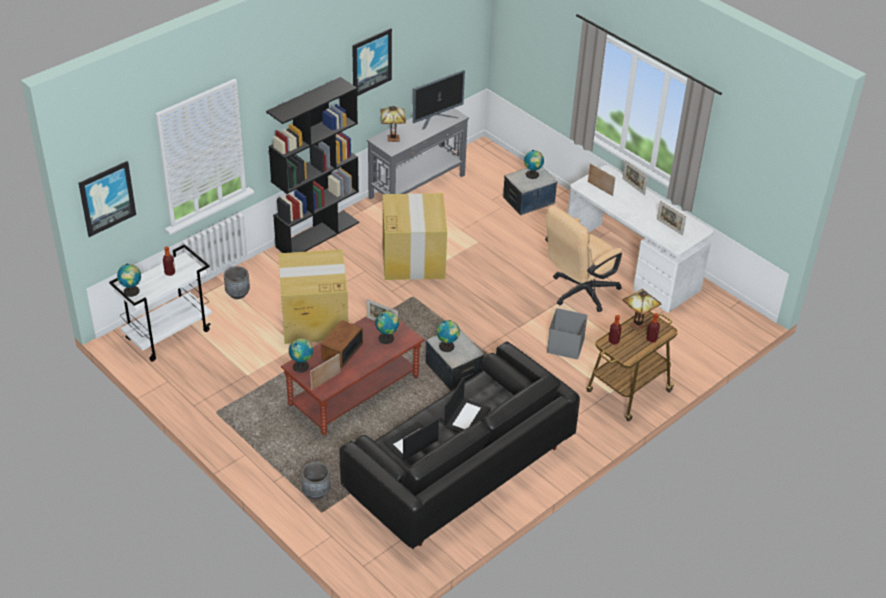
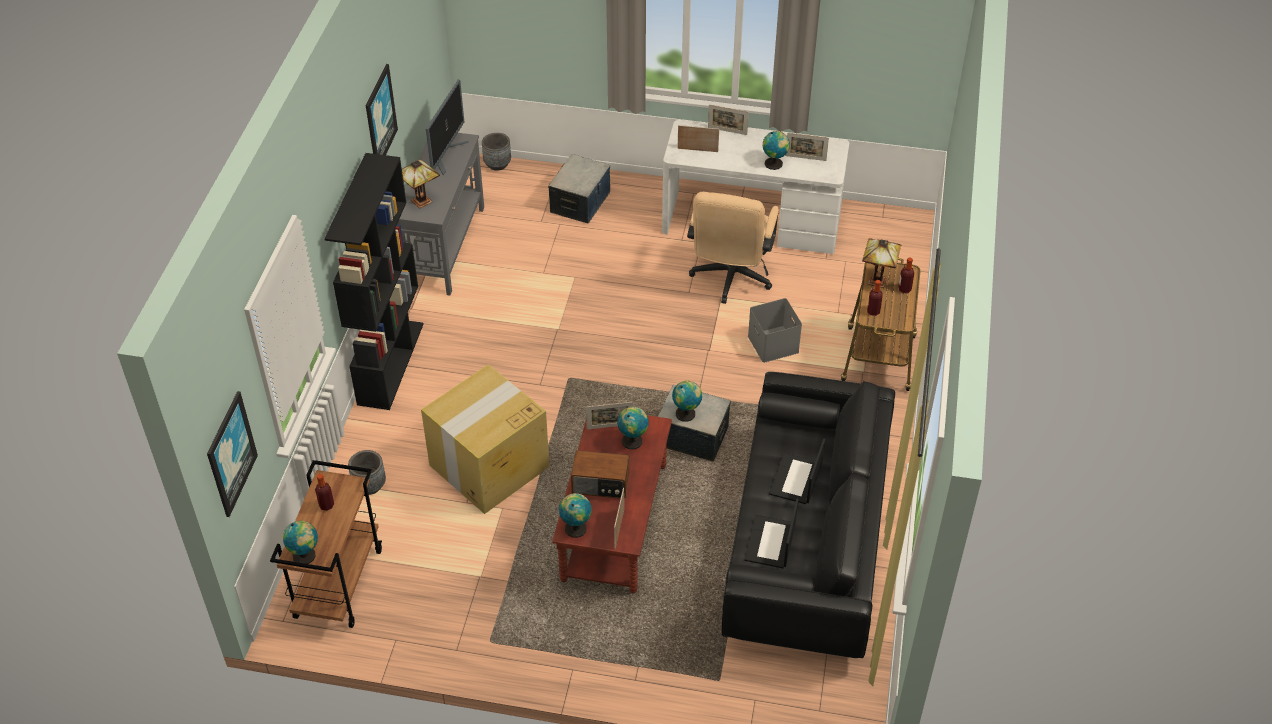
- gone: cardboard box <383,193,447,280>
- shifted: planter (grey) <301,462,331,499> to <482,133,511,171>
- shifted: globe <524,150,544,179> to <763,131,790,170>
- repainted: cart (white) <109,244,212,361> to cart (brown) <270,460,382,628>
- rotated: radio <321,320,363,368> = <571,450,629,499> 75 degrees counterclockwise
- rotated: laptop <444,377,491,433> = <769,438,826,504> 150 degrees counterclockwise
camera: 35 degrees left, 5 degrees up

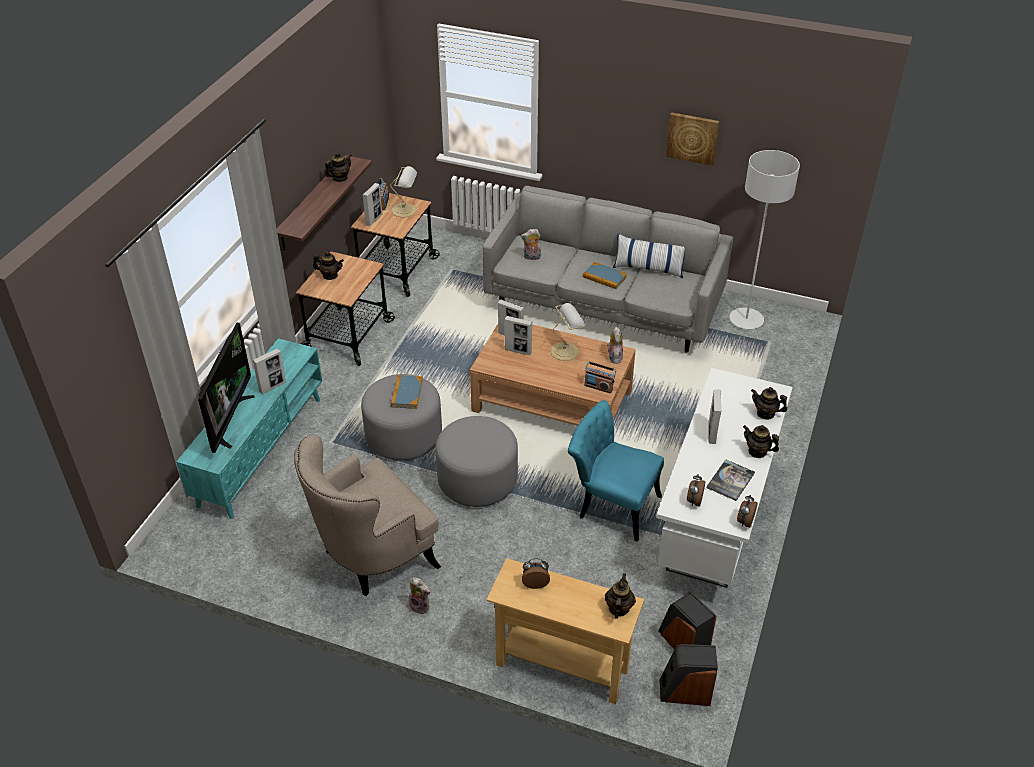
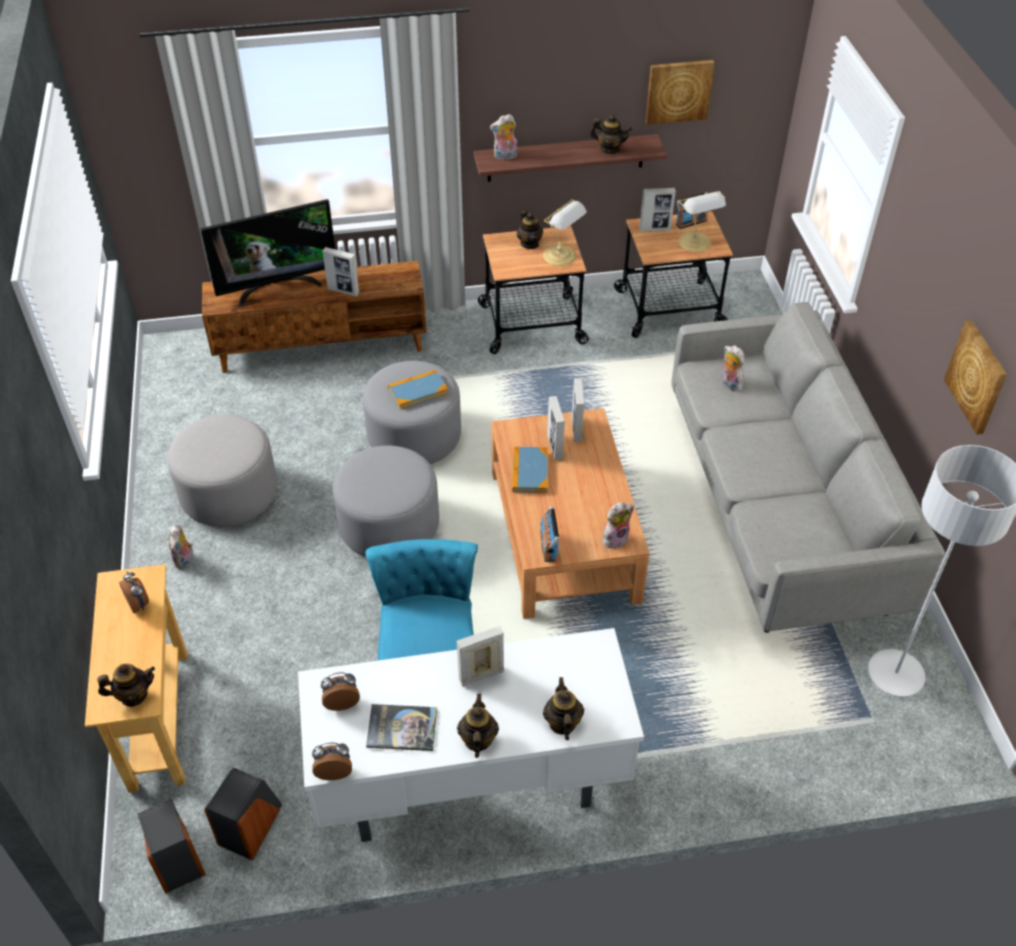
- gone: pillow <613,234,685,278>
- new: plush toy <490,114,517,160>
- new: picture <645,60,715,125>
- shifted: table lamp <551,303,585,361> to <543,200,587,266>
- shifted: book <583,262,627,289> to <512,447,548,493>
- swapped: armchair (beige) <294,435,441,596> to ottoman (grey) <167,415,278,527>
- repainted: tv stand (turquoise) <176,338,322,519> to tv stand (brown) <202,261,427,373>
camera: 60 degrees right, 5 degrees up

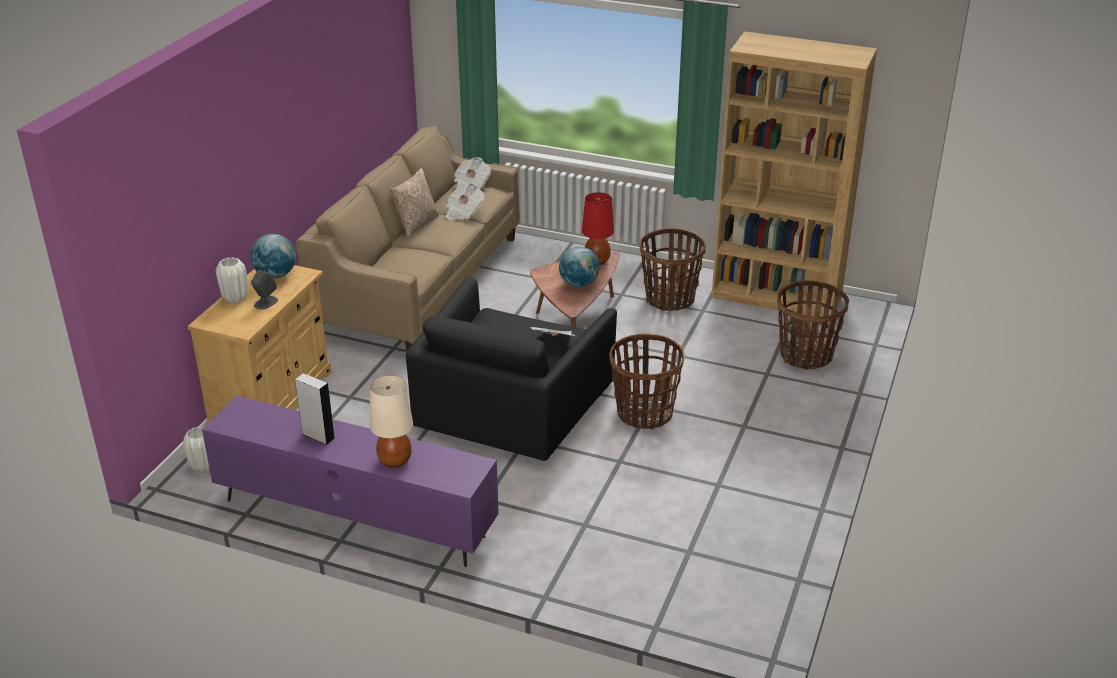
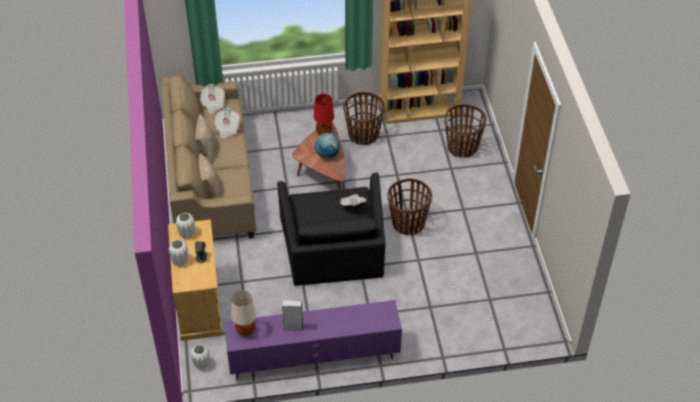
- new: pillow <199,154,220,198>
- shifted: table lamp (beige) <370,375,413,468> to <231,291,256,336>
- swapped: globe <250,234,296,279> to vase (white) <176,212,195,239>
camera: 30 degrees left, 15 degrees up

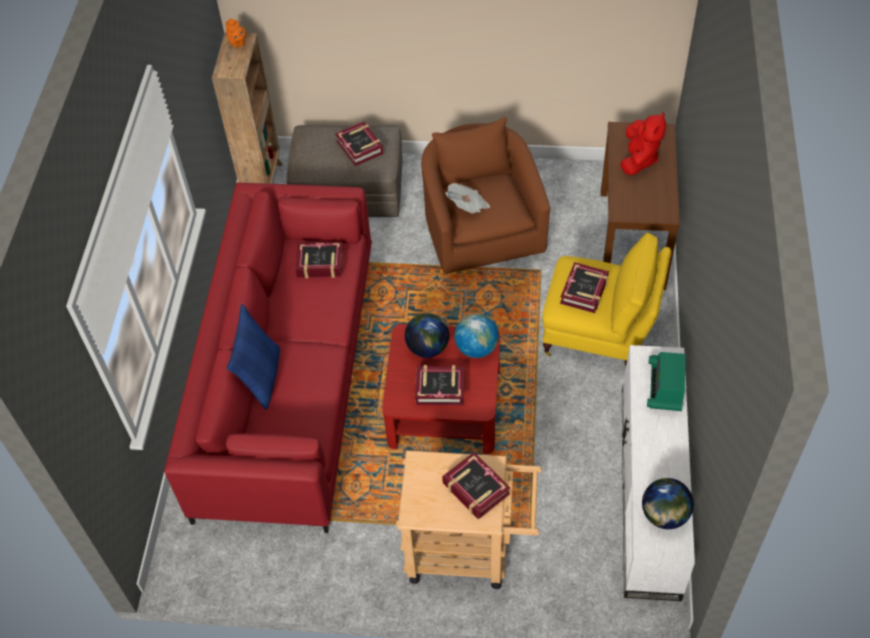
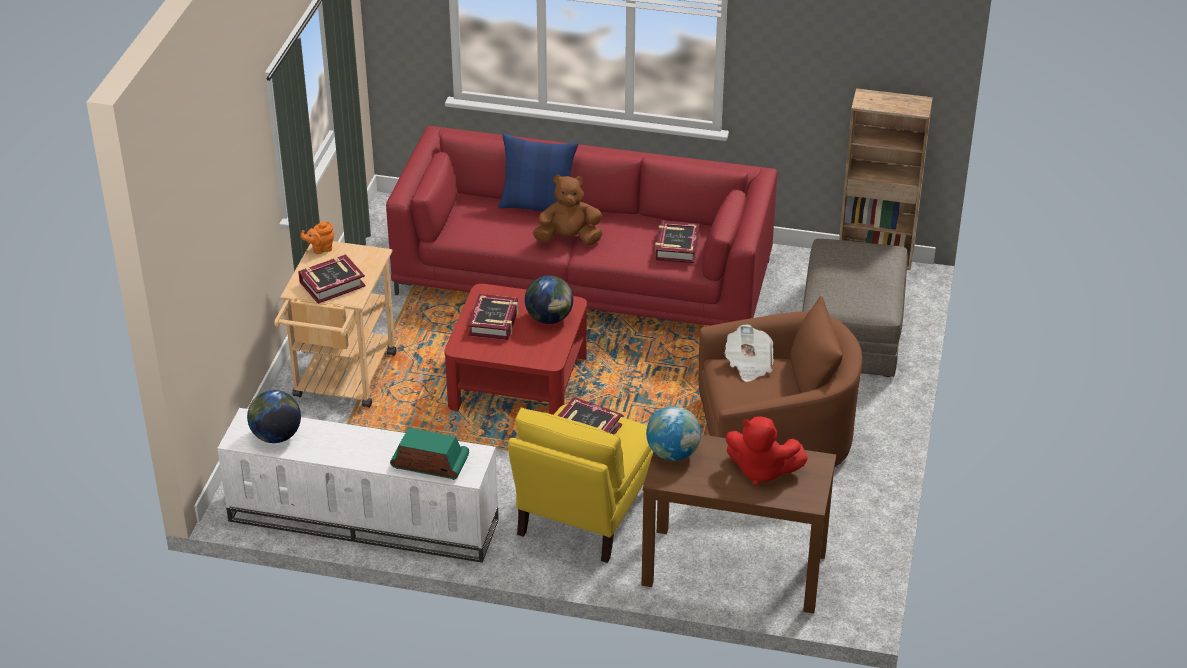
- gone: book <335,121,384,166>
- new: plush toy (brown) <533,175,602,245>
- shifted: teapot (orange) <225,18,246,48> to <301,221,334,254>
- shifted: globe <454,313,499,358> to <646,406,701,461>
camera: 95 degrees right, 15 degrees down

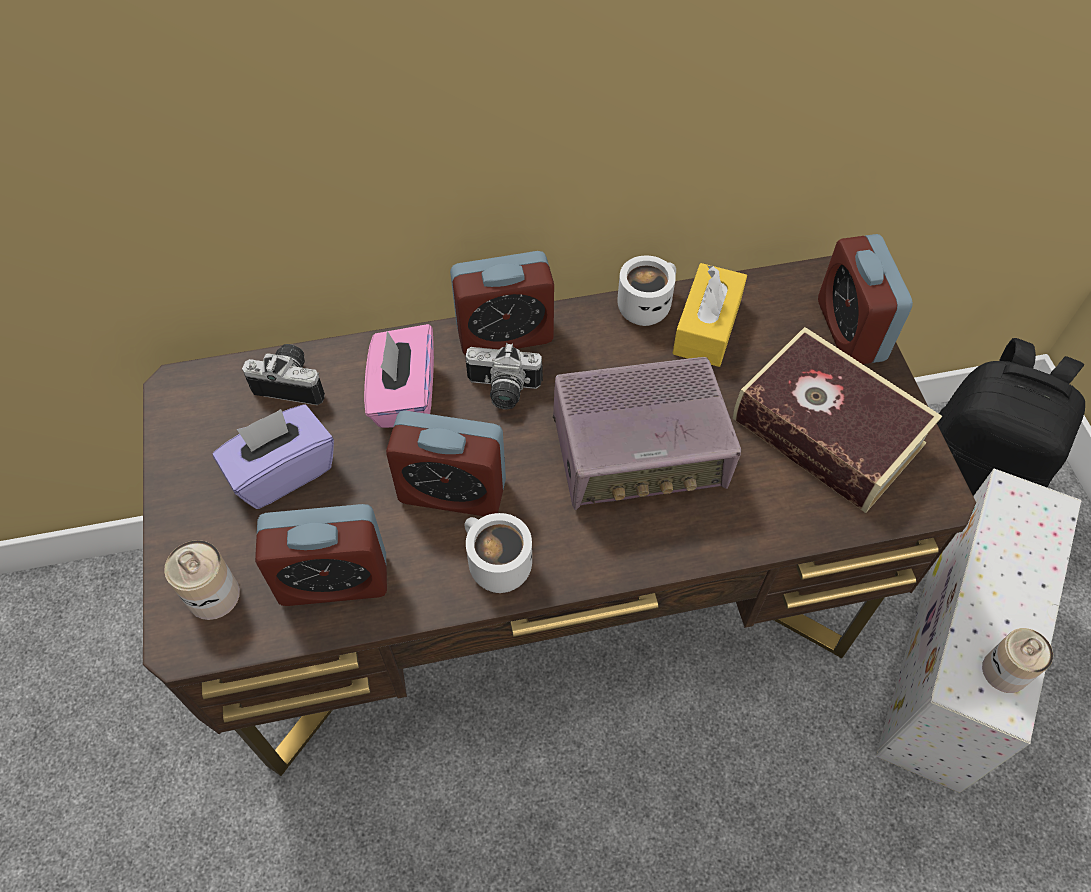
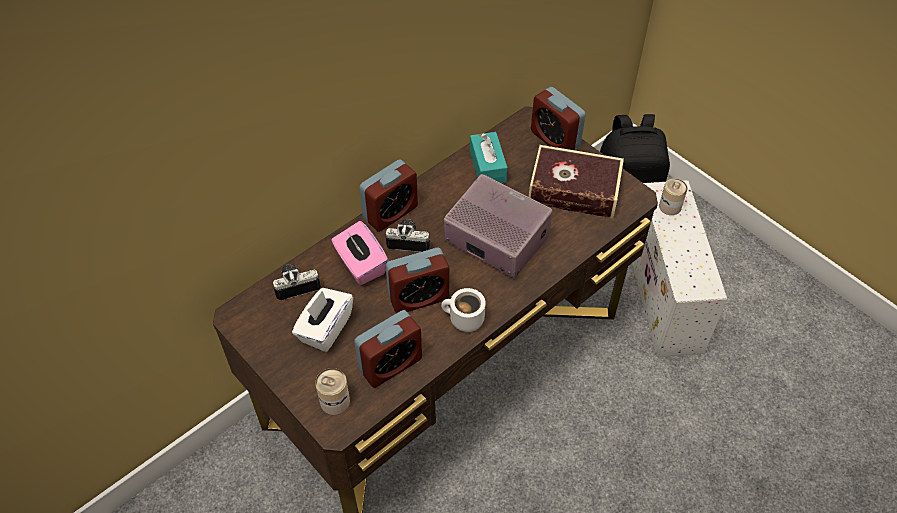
- gone: mug (white) <618,256,676,326>
- shifted: can <982,628,1053,693> to <659,179,688,215>
- repainted: tissue box (purple) <213,404,334,509> to tissue box (white) <292,288,353,352>
- repainted: tissue box (yellow) <672,263,747,367> to tissue box (turquoise) <470,132,508,183>
- rotated: photo camera <466,343,543,409> = <386,219,430,252> 150 degrees counterclockwise
- rotated: radio <553,357,741,510> = <444,174,553,278> 105 degrees counterclockwise
camera: 30 degrees left, 5 degrees down

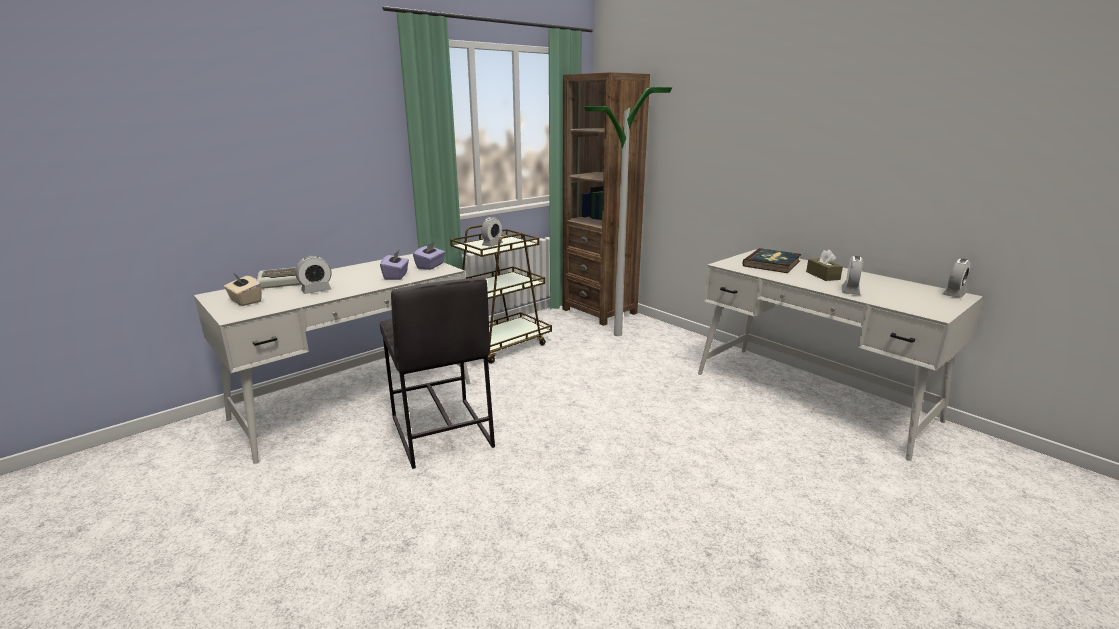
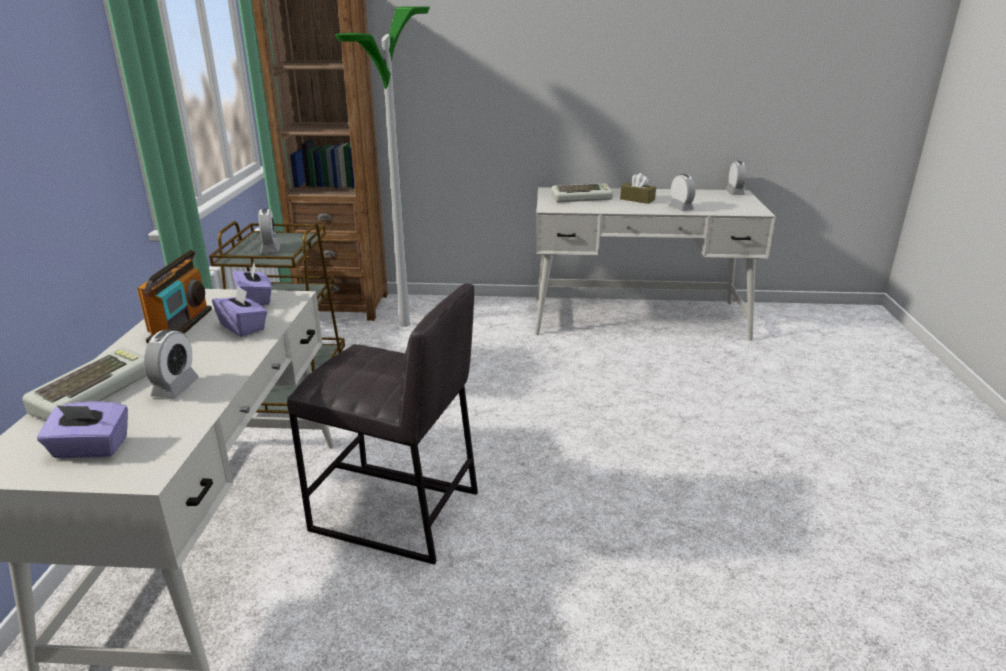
- new: radio <137,250,212,343>
- swapped: book <742,248,801,273> to keyboard <551,183,613,202>
- repainted: tissue box (beige) <224,274,262,306> to tissue box (purple) <37,401,128,458>
camera: 45 degrees left, 5 degrees up

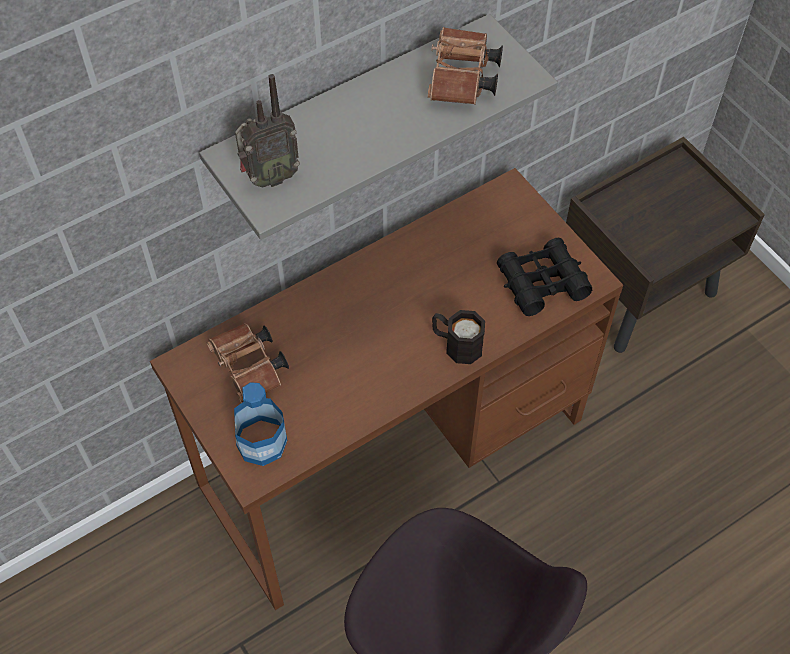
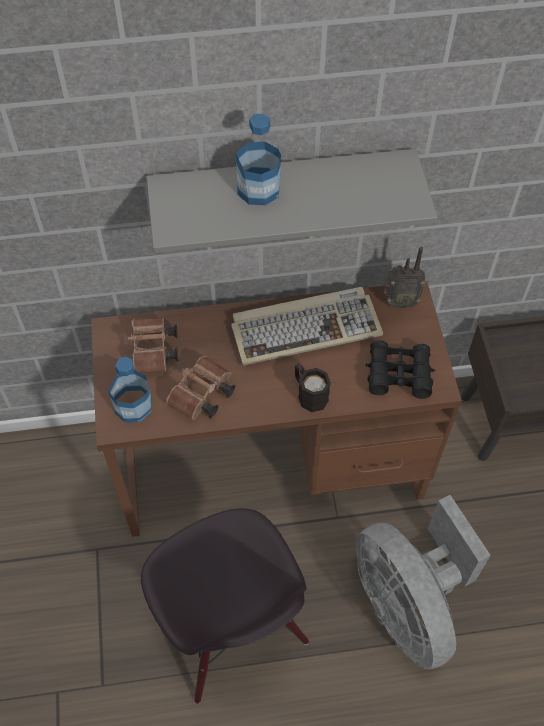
- new: keyboard <231,287,383,366>
- new: bottle <236,114,281,205>
- new: fan (grey) <356,495,491,669>
- shifted: radio <235,74,300,187> to <384,246,425,308>
- shifted: binoculars (brown) <428,27,503,105> to <166,356,235,420>
camera: 25 degrees right, 0 degrees up

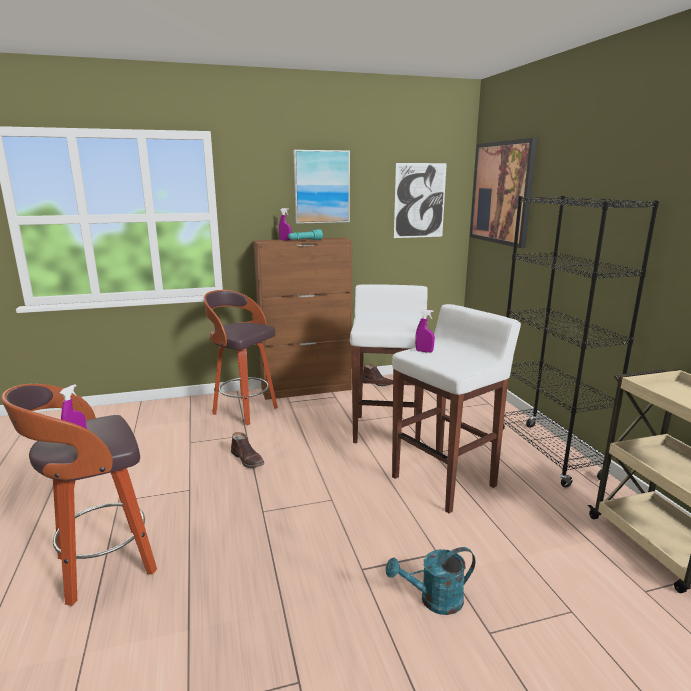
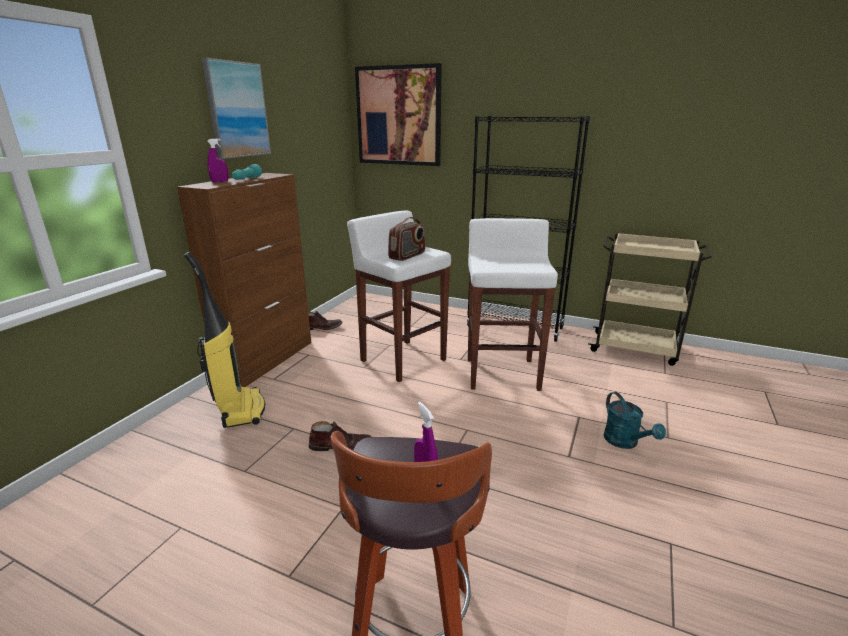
- gone: picture <394,163,447,238>
- gone: spray bottle (purple) <415,309,435,353>
- new: radio <388,217,425,261>
- swapped: stool <204,290,278,425> to vacuum cleaner <184,252,265,428>
- rotated: watering can (turquoise) <386,547,475,615> = <604,392,666,449> 45 degrees counterclockwise
camera: 50 degrees left, 5 degrees up

